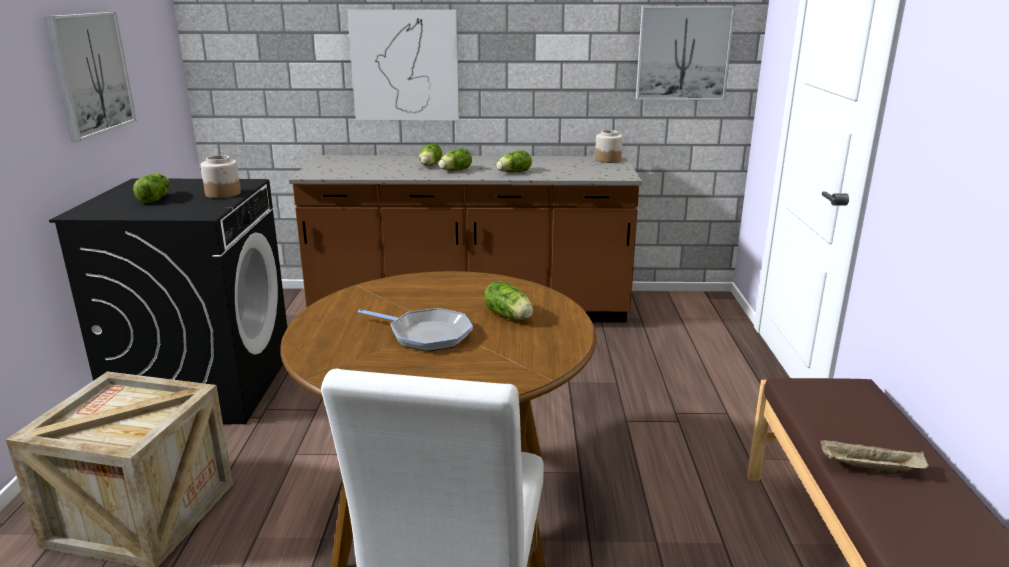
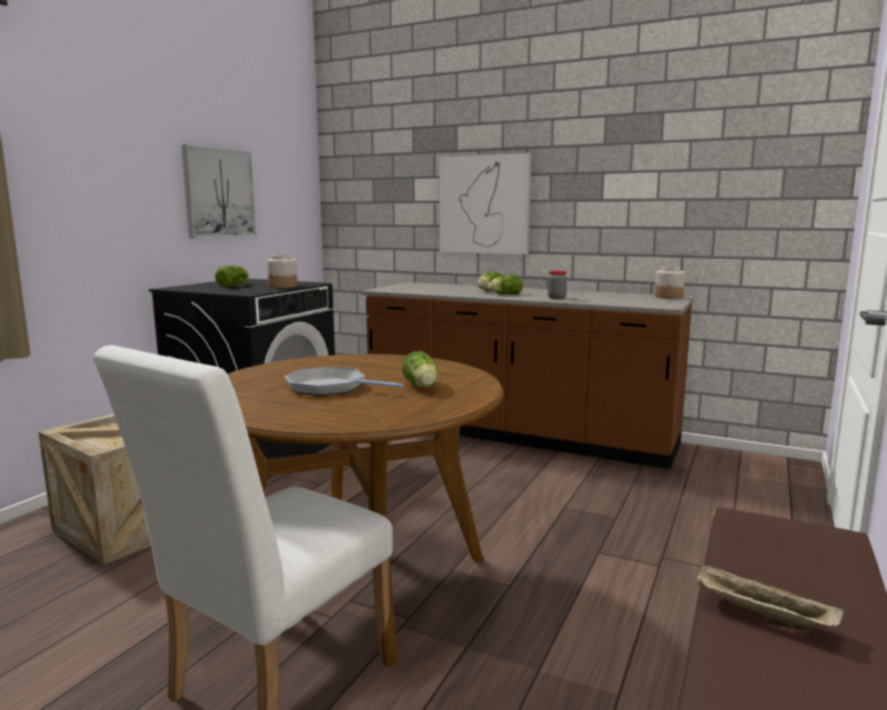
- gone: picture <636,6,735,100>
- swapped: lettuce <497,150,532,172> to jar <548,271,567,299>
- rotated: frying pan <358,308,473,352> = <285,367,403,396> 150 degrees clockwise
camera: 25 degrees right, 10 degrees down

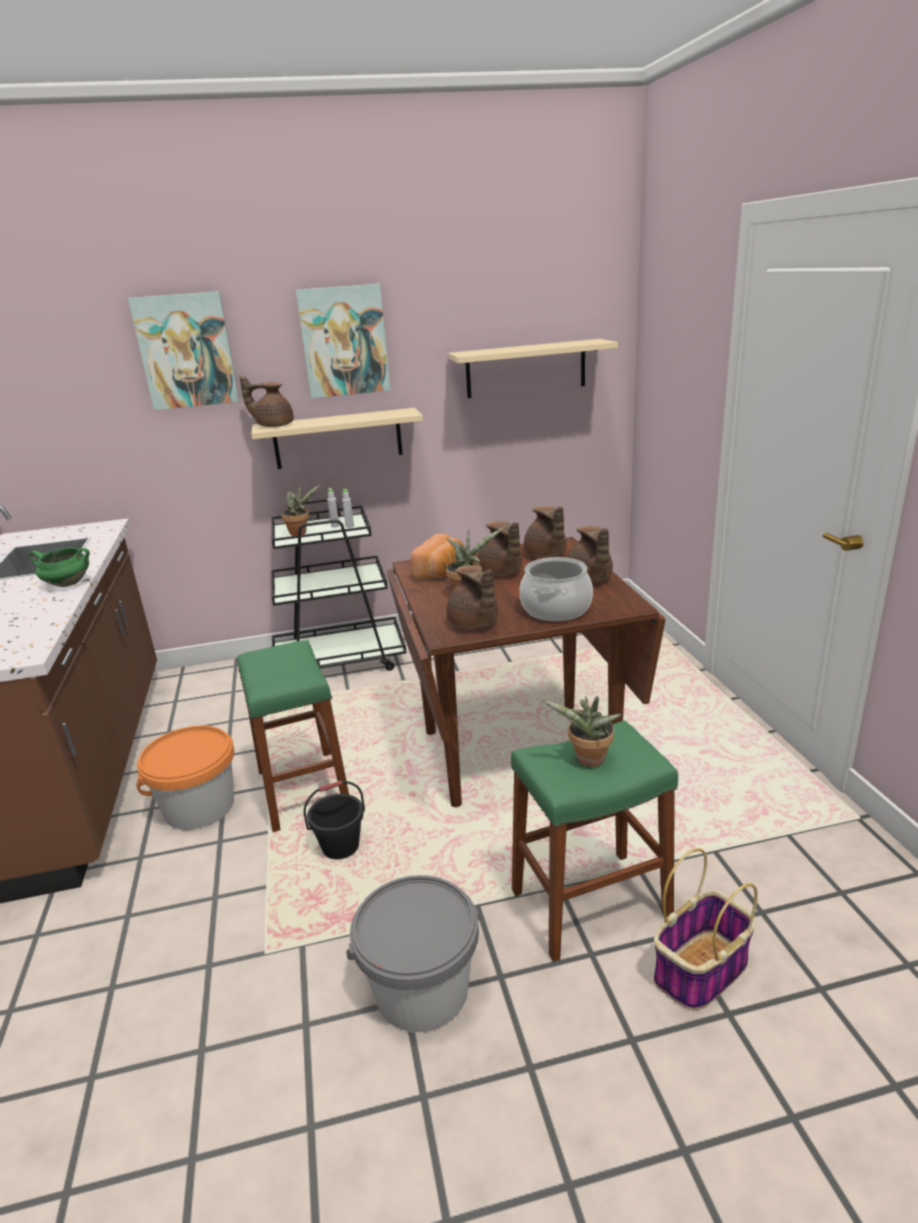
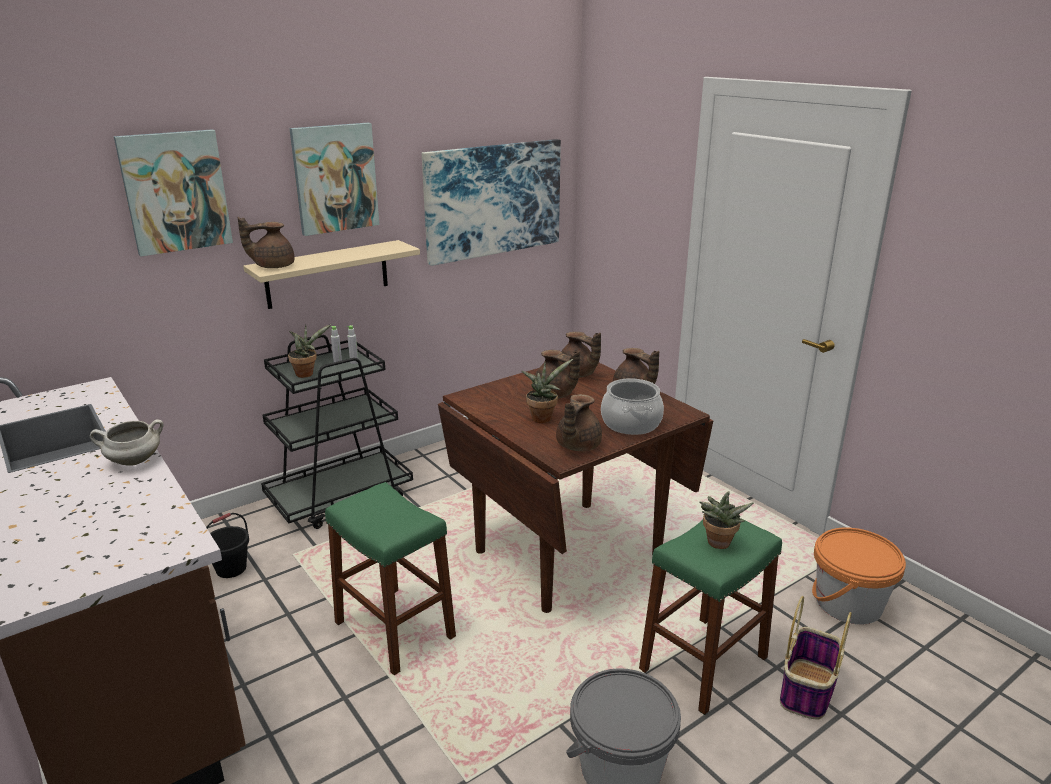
- gone: bread <411,533,464,579>
- shifted: bucket (orange) <136,726,234,830> to <812,527,906,625>
- shifted: bucket (black) <304,781,365,859> to <206,513,249,578>
- swapped: shelf (beige) <448,339,618,398> to picture <422,139,561,266>
- repainted: cooking pot (green) <29,548,90,587> to cooking pot (white) <90,419,164,466>
- rotated: teapot (brown) <447,565,498,629> = <556,394,602,451> 75 degrees clockwise
camera: 25 degrees left, 0 degrees up

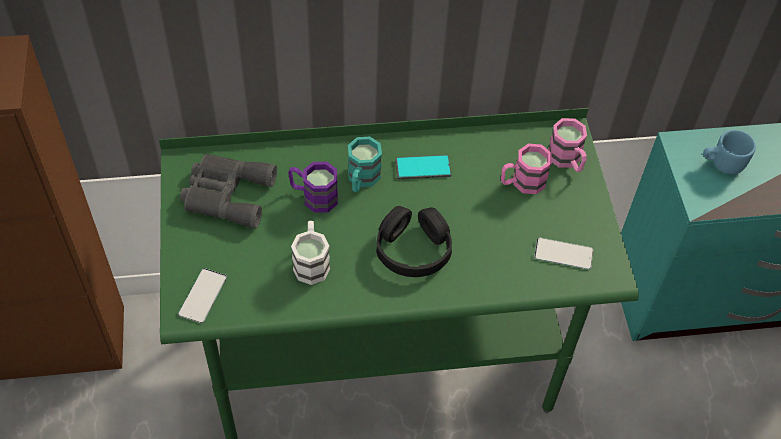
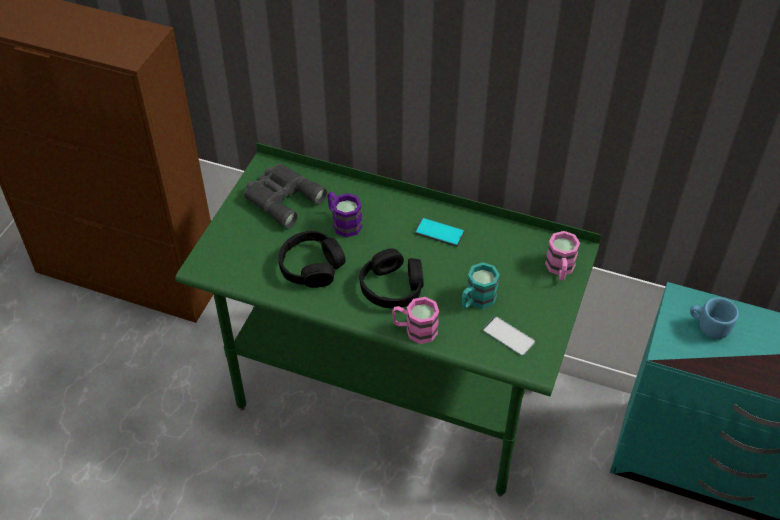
- gone: phone <178,268,227,323>
- shifted: mug (turquoise) <348,137,382,192> to <462,262,500,309>
- shifted: mug (pink) <501,144,552,194> to <392,297,439,344>
- swapped: mug (white) <291,221,330,285> to headphones (black) <279,231,345,288>
camera: 30 degrees right, 5 degrees down

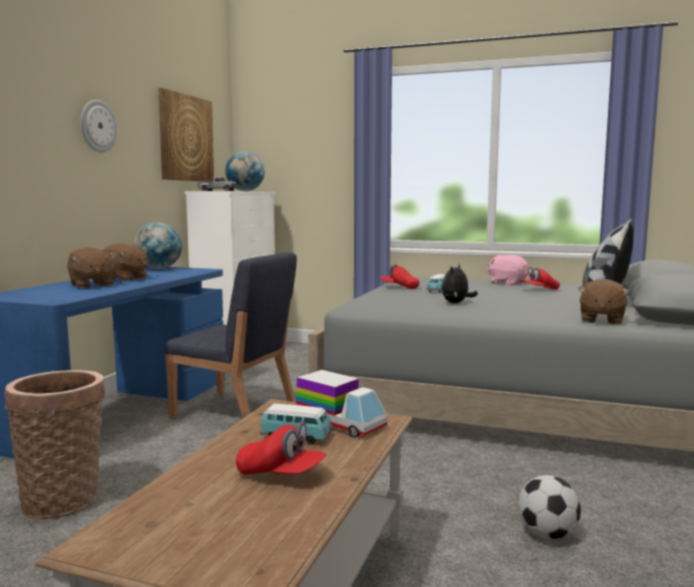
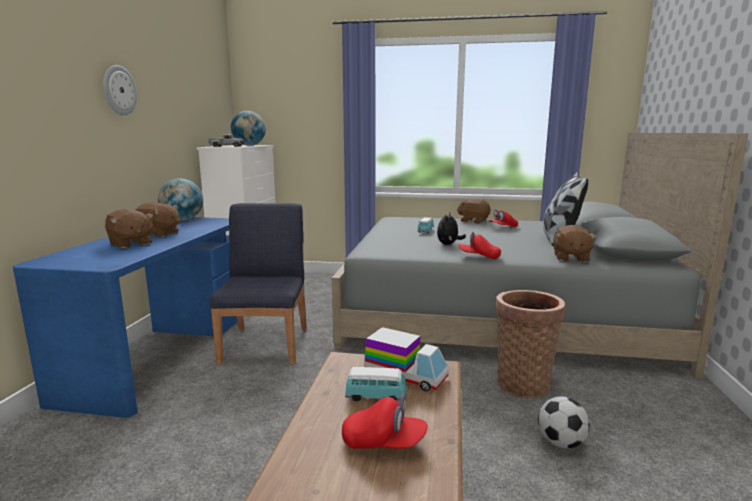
- gone: picture <159,88,214,182>
- shifted: basket <4,370,105,519> to <495,290,565,399>
- shifted: cap (red) <381,264,419,289> to <458,232,501,259>
- repainted: plush toy (pink) <487,255,529,285> to plush toy (brown) <457,199,491,223>
- rotated: chair (blue) <164,252,297,419> = <210,203,307,365> 105 degrees counterclockwise
camera: 10 degrees left, 5 degrees up

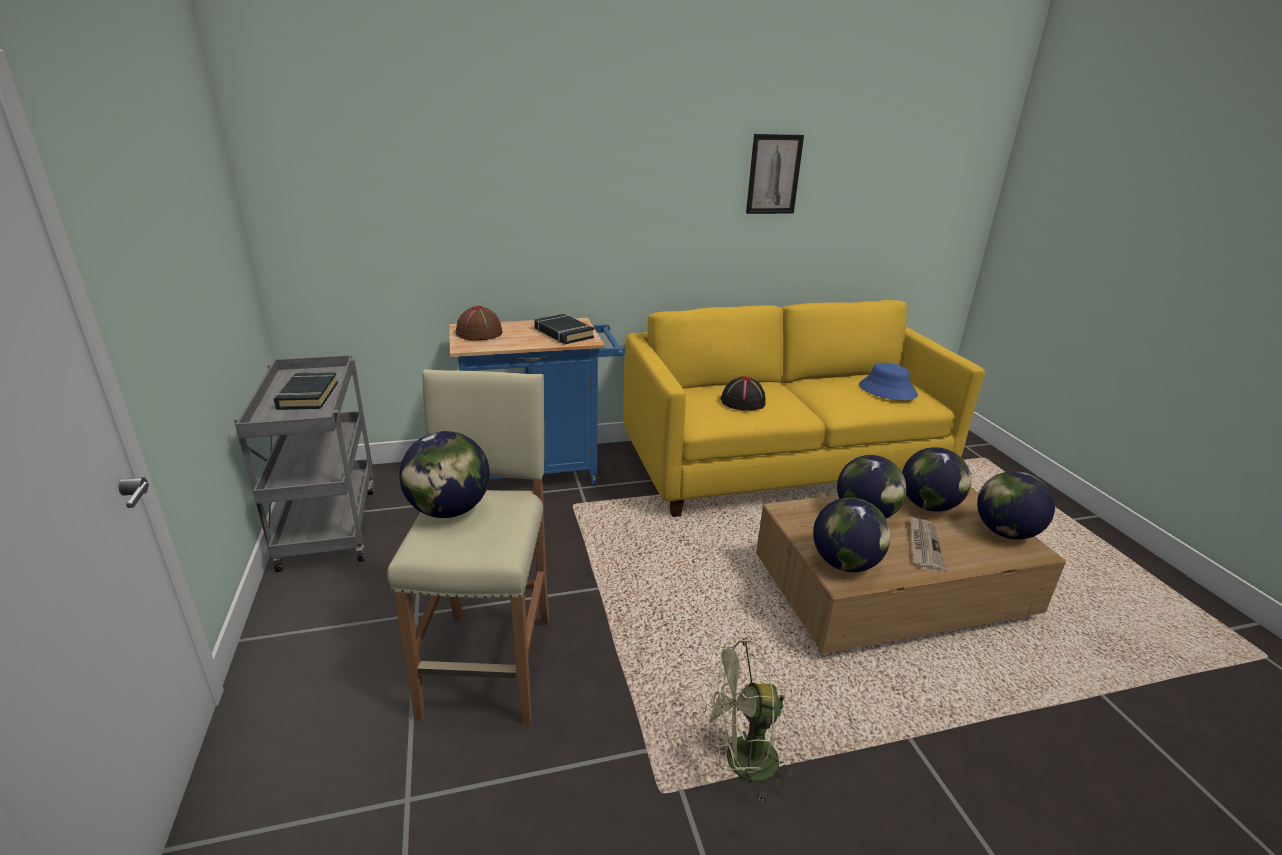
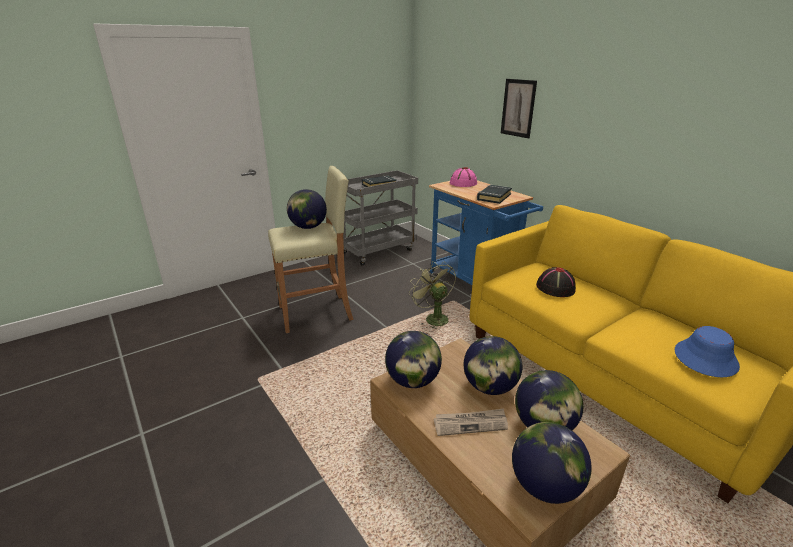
- shifted: fan (green) <702,638,798,802> to <409,261,456,330>
- shifted: picture <746,134,804,214> to <501,79,537,138>
- repainted: hat (brown) <455,306,503,340> to hat (pink) <450,167,477,187>
camera: 70 degrees right, 0 degrees up

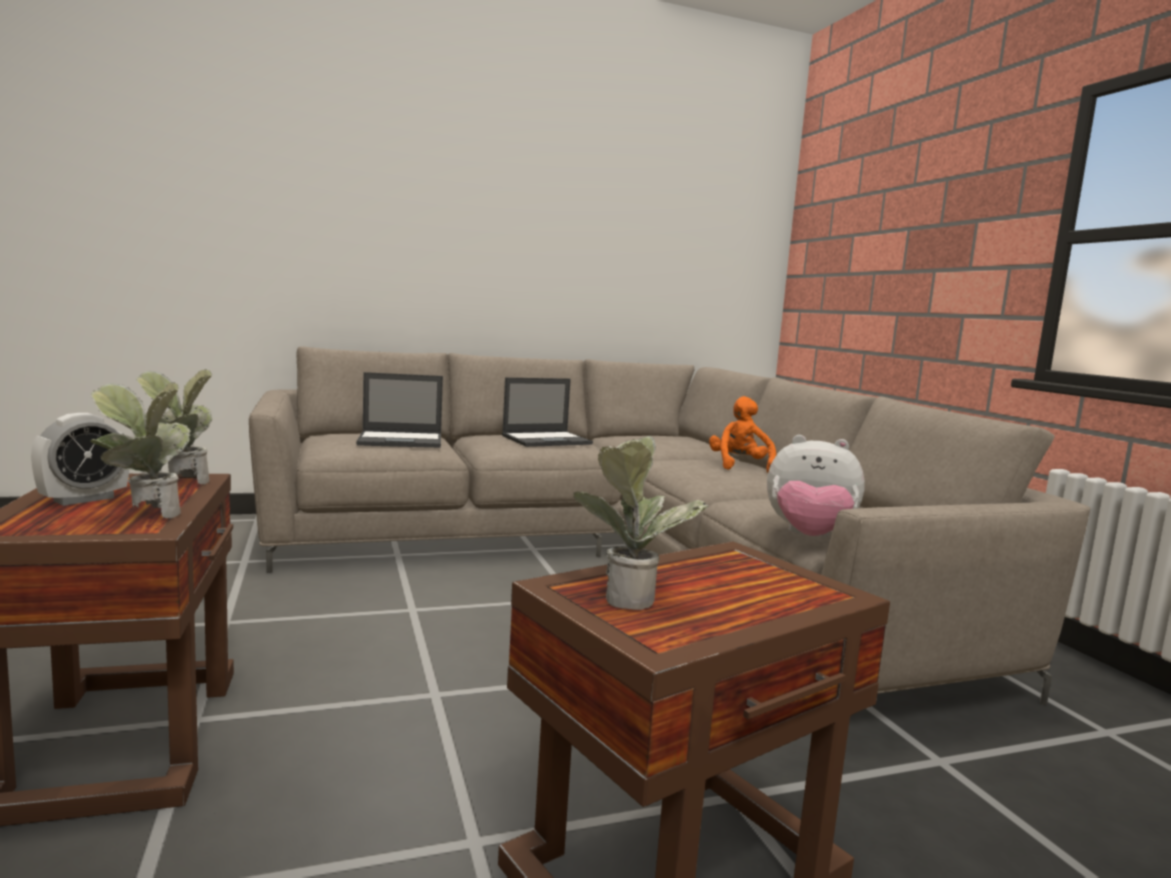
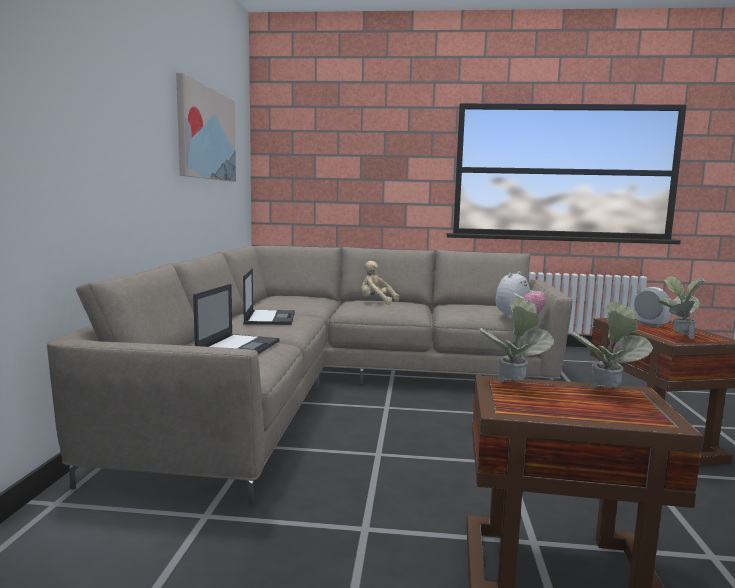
- new: picture <176,73,236,182>
- shifted: alarm clock <31,413,129,506> to <633,287,671,328>
- repainted: plush toy (orange) <709,396,776,473> to plush toy (beige) <361,261,399,305>
camera: 65 degrees left, 0 degrees up

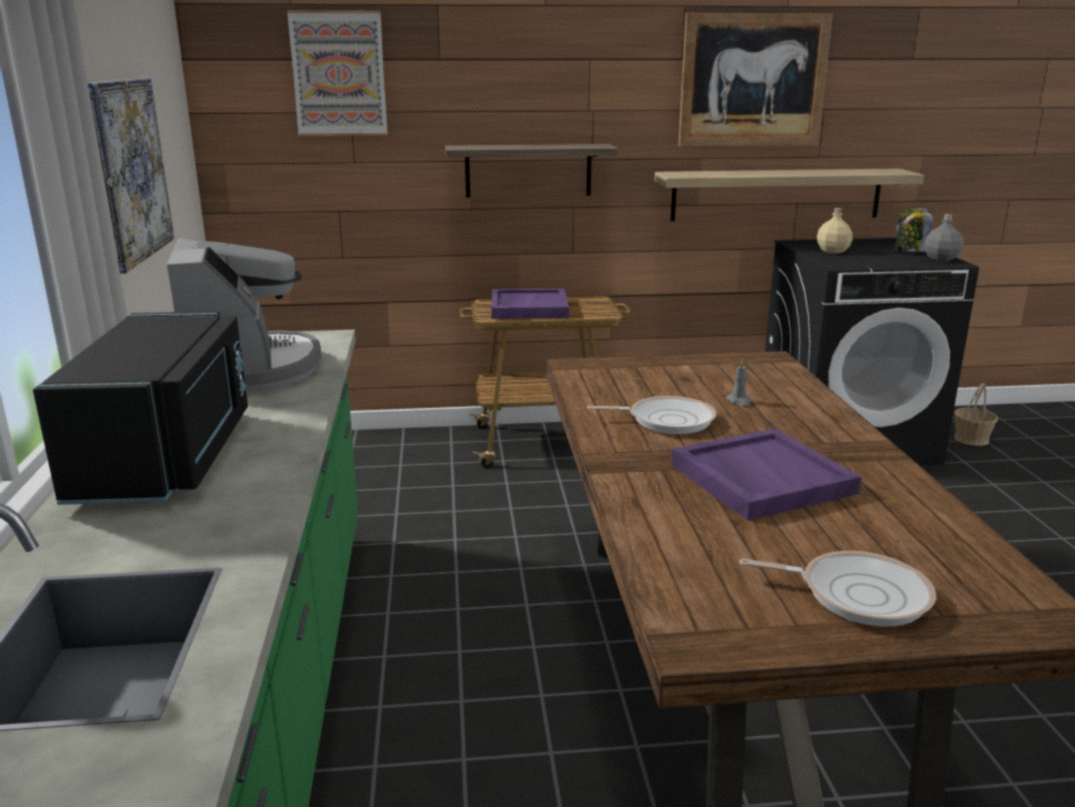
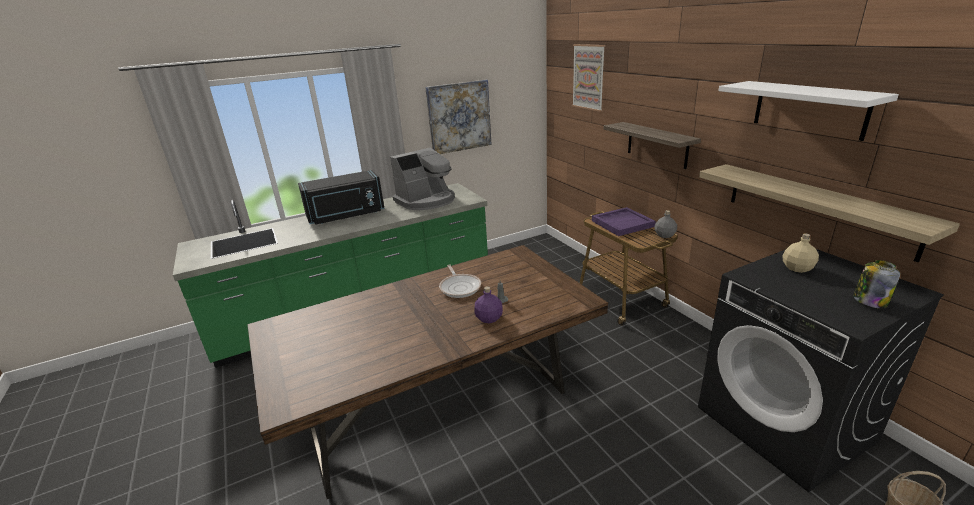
- gone: tray (purple) <671,429,861,521>
- gone: frying pan <739,551,936,626>
- new: bottle (purple) <474,286,503,323>
- shifted: bottle (grey) <924,214,964,261> to <654,210,677,238>
- swapped: picture <678,13,833,147> to shelf (white) <719,81,899,141>
camera: 70 degrees right, 5 degrees up

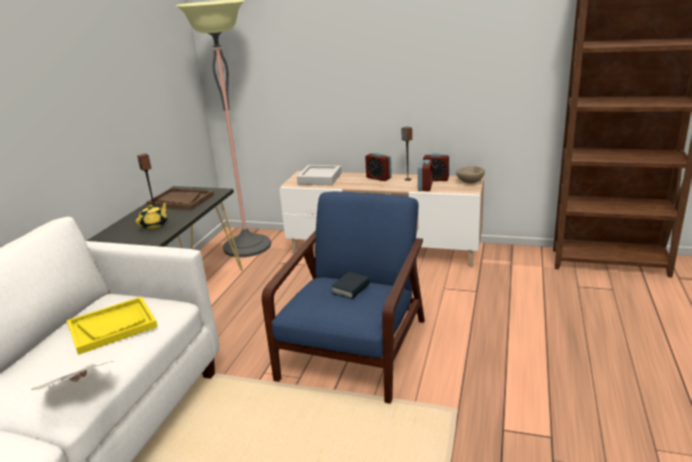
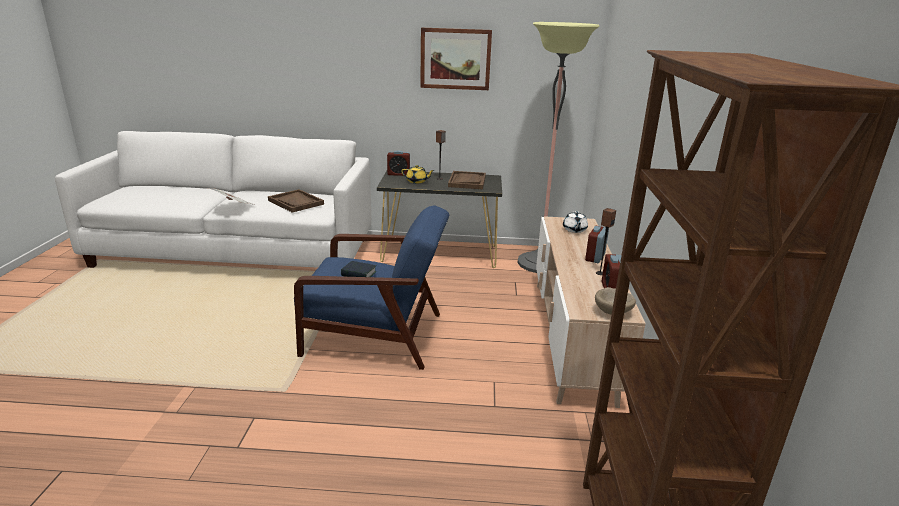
- new: picture <420,28,492,90>
- shifted: alarm clock <418,160,432,191> to <387,150,410,176>
- swapped: tray (grey) <297,165,341,185> to teapot (white) <563,211,588,233>
- repainted: tray (yellow) <67,297,158,355> to tray (brown) <268,189,324,213>
camera: 75 degrees right, 0 degrees up

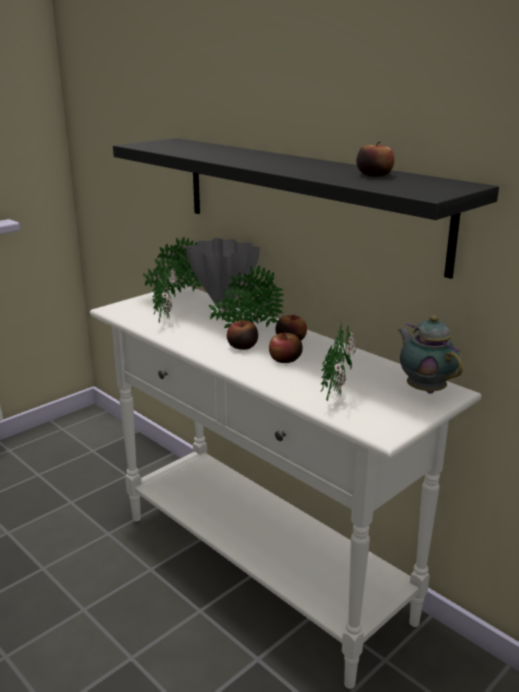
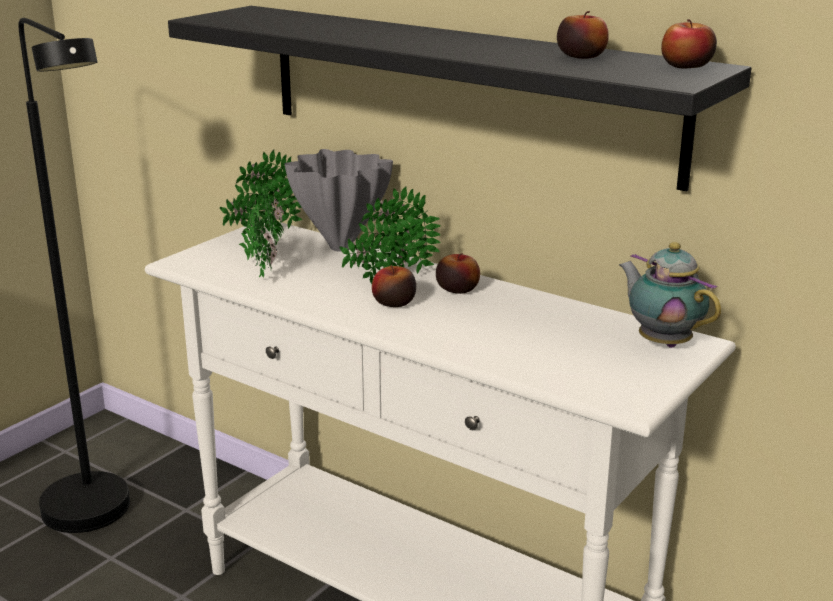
- gone: potted plant <320,323,357,402>
- new: floor lamp (black) <18,18,130,533>
- shifted: apple <269,333,303,363> to <661,19,717,69>
camera: 10 degrees left, 0 degrees up

